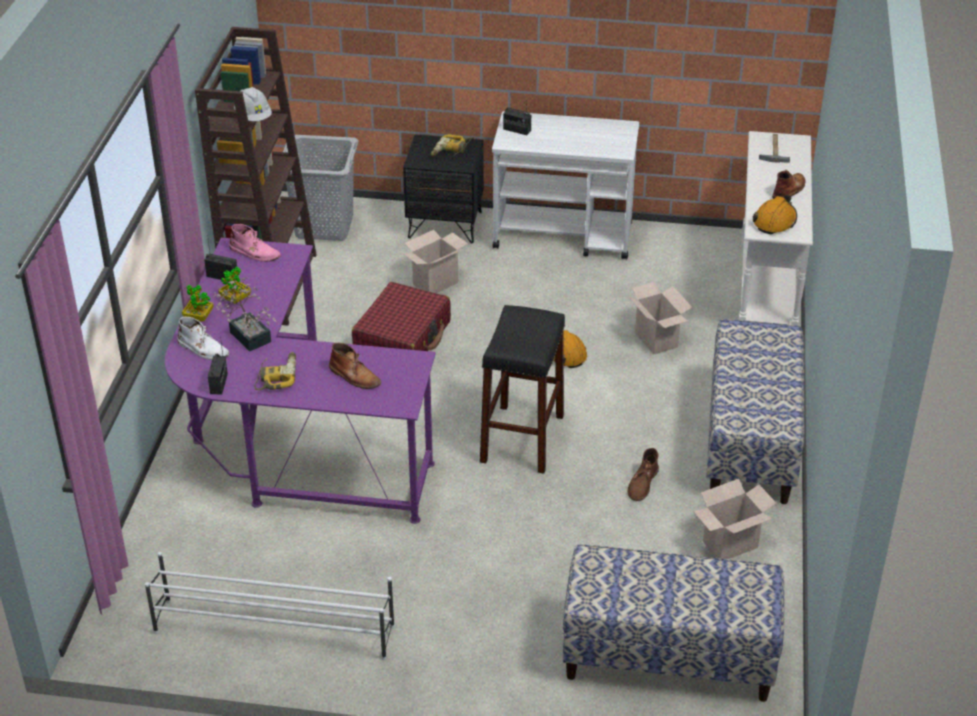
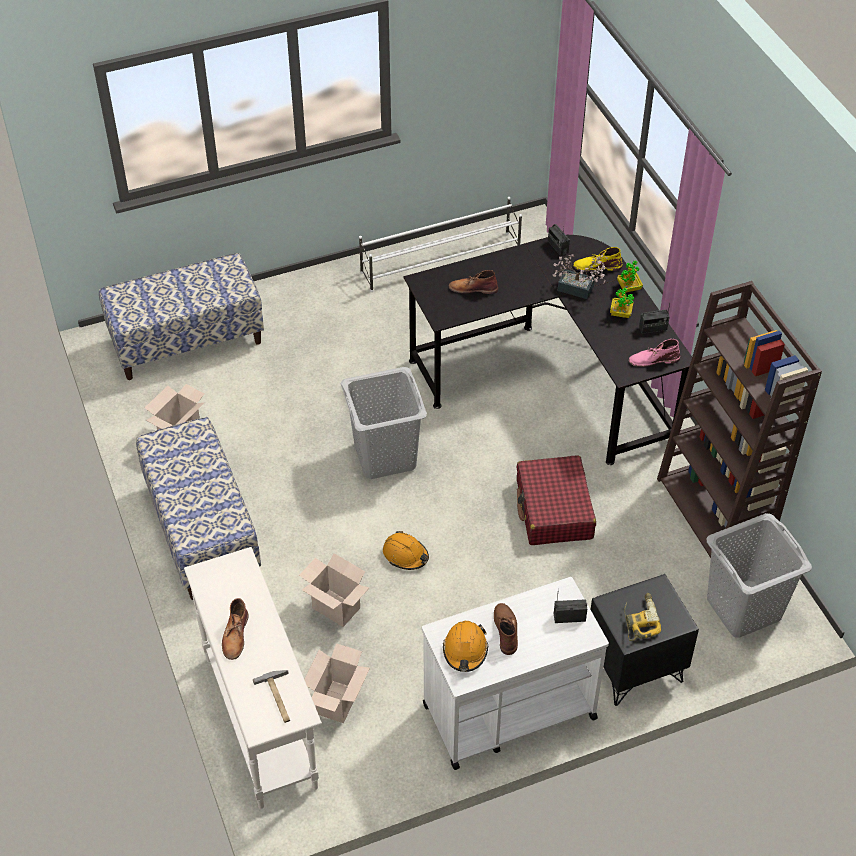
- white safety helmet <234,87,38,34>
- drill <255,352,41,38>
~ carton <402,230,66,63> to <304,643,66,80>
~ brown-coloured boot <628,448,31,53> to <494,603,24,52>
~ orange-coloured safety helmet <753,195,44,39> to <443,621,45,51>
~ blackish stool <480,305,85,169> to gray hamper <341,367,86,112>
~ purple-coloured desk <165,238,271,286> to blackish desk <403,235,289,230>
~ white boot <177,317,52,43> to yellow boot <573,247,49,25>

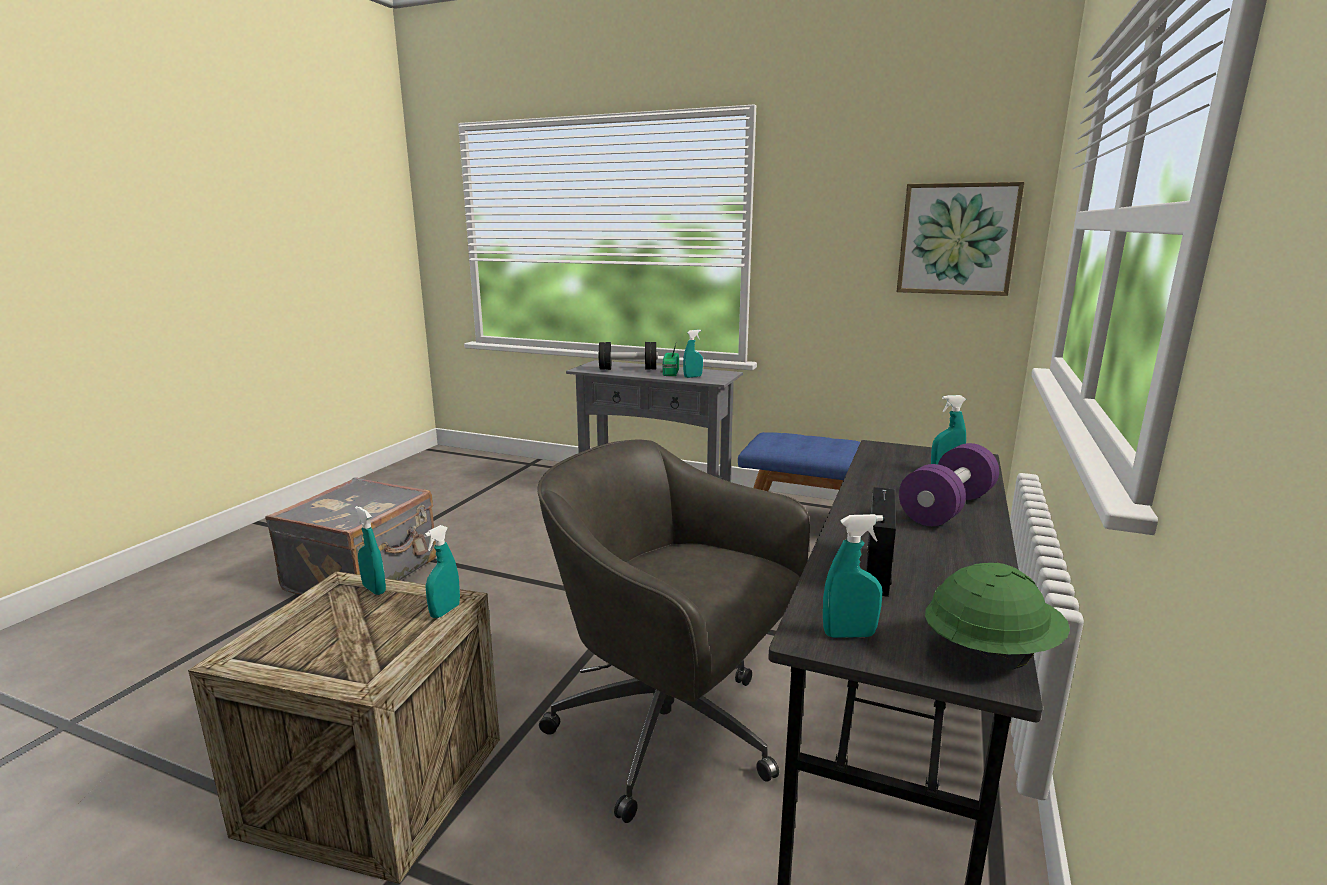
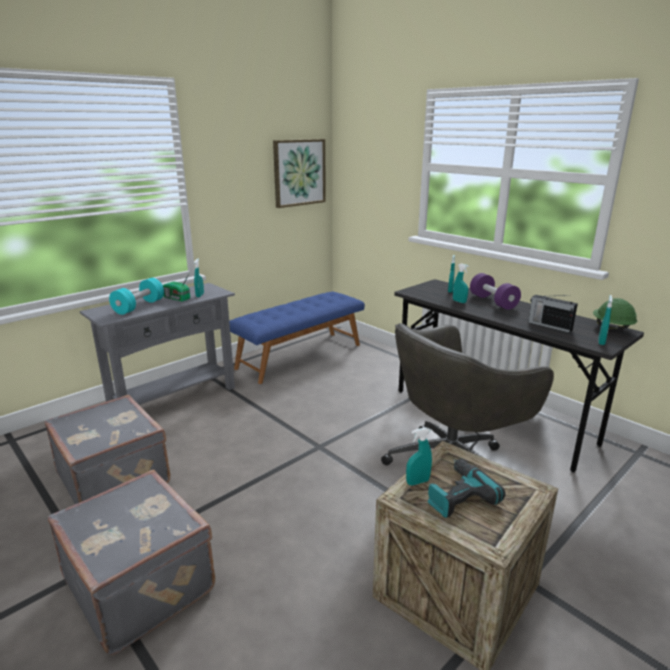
+ gray piece of luggage <45,395,125,109>
+ drill <427,459,78,59>
~ blue-green hand sprayer <424,525,36,93> to <453,264,16,39>
~ blackish dumbbell <598,342,60,28> to blue-green dumbbell <109,278,55,37>

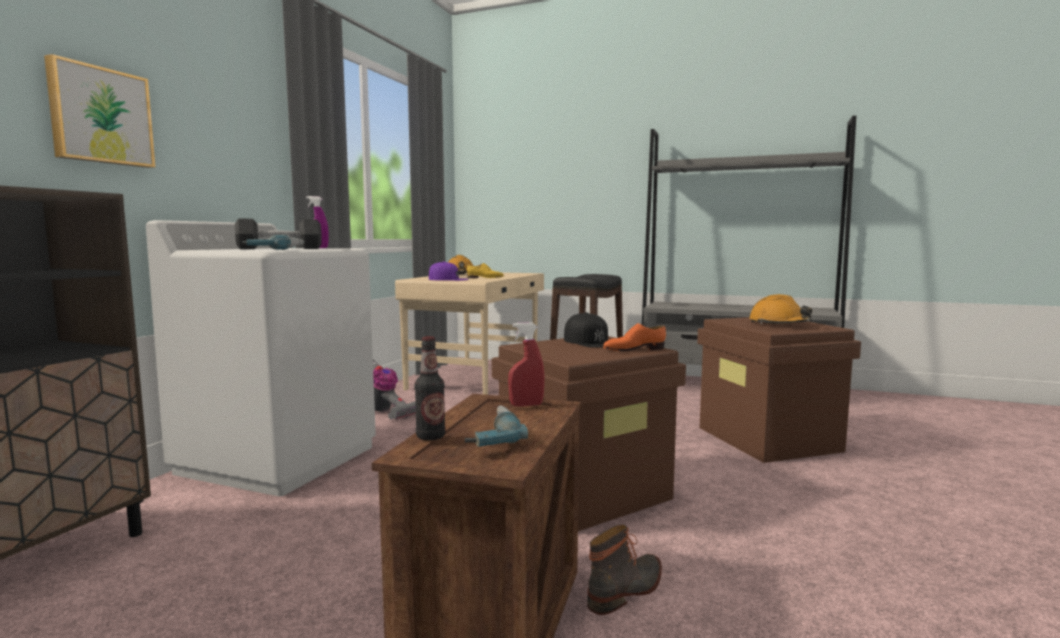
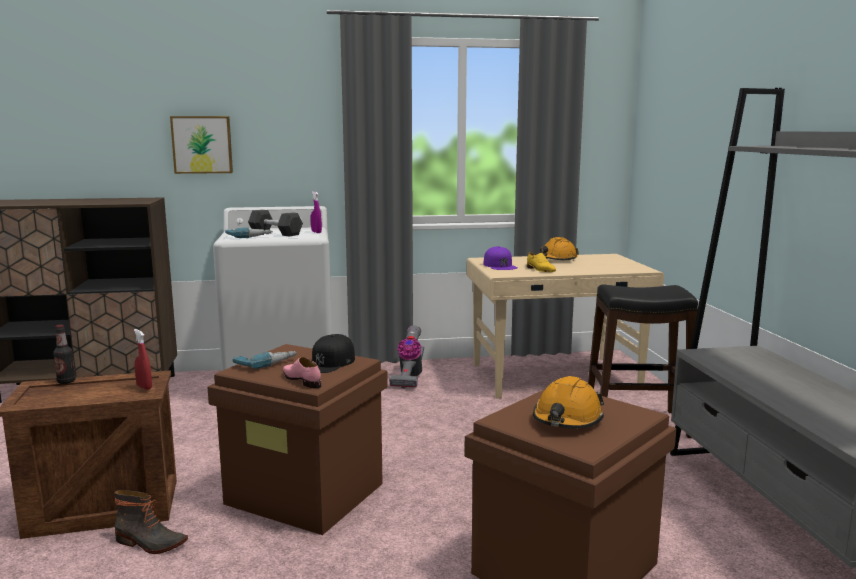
~ drill <465,406,63,41> to <232,351,65,18>
~ orange-coloured item of footwear <603,323,63,29> to pinkish item of footwear <283,357,38,31>

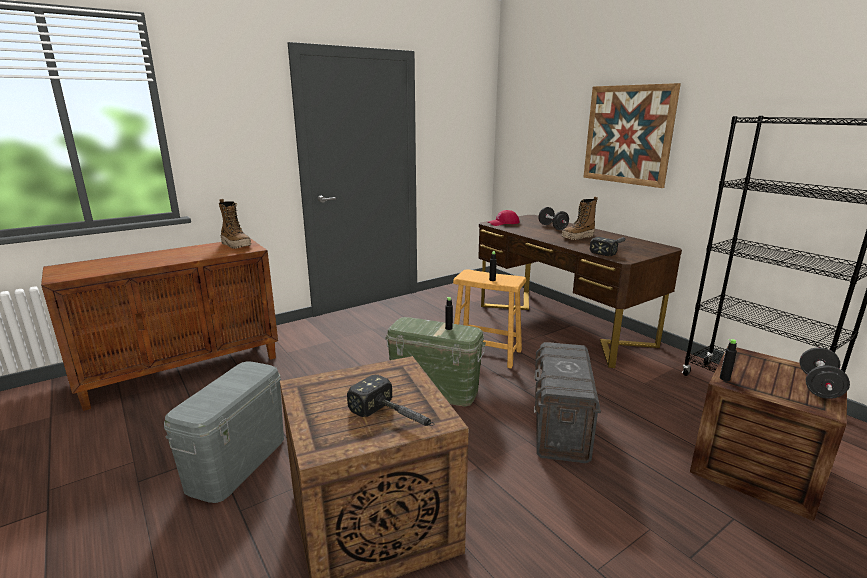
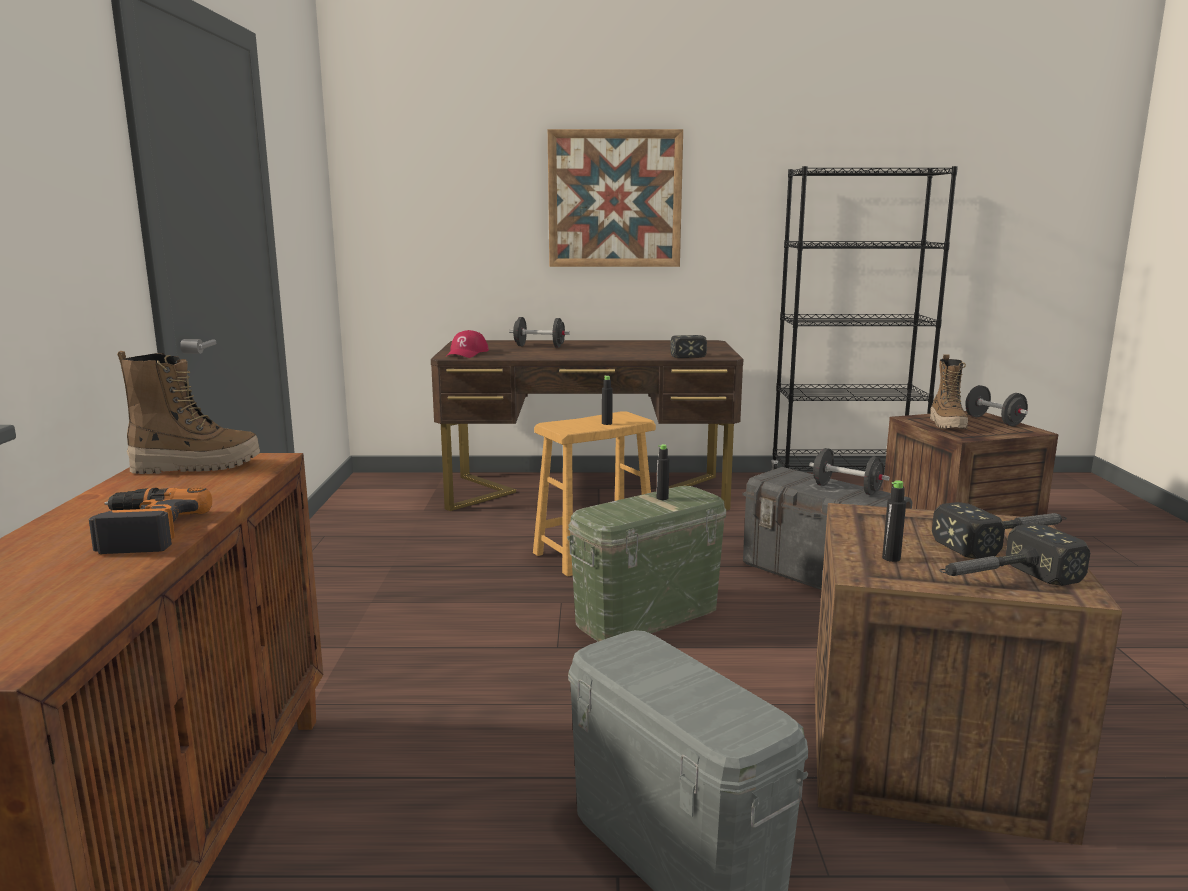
+ drill <89,488,123,66>
+ blackish dumbbell <809,448,81,47>
+ hand hammer <939,523,151,63>
~ boot <561,197,37,43> to <930,354,38,75>
~ blackish beverage bottle <720,339,17,42> to <882,480,24,82>

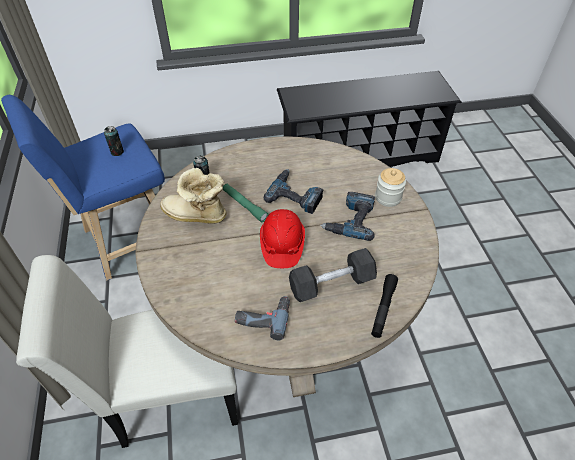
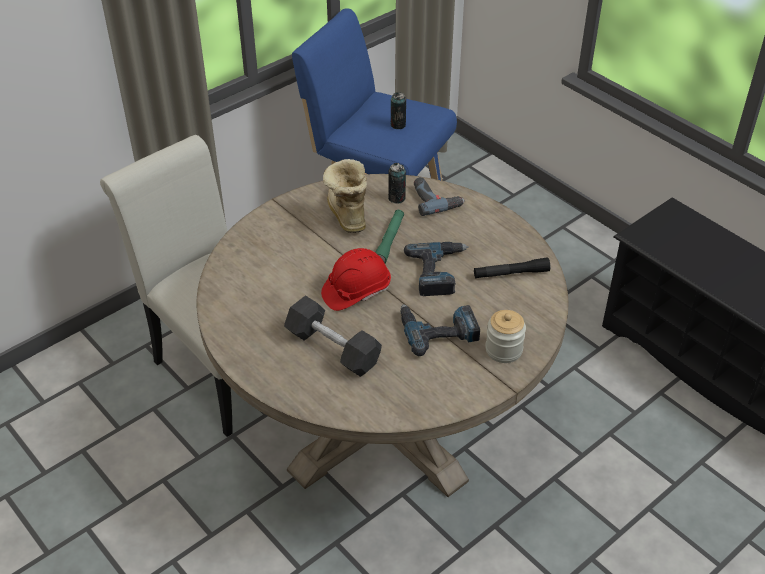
~ drill <235,296,55,44> to <414,177,51,39>
~ blackish torch <371,274,27,64> to <474,257,76,21>

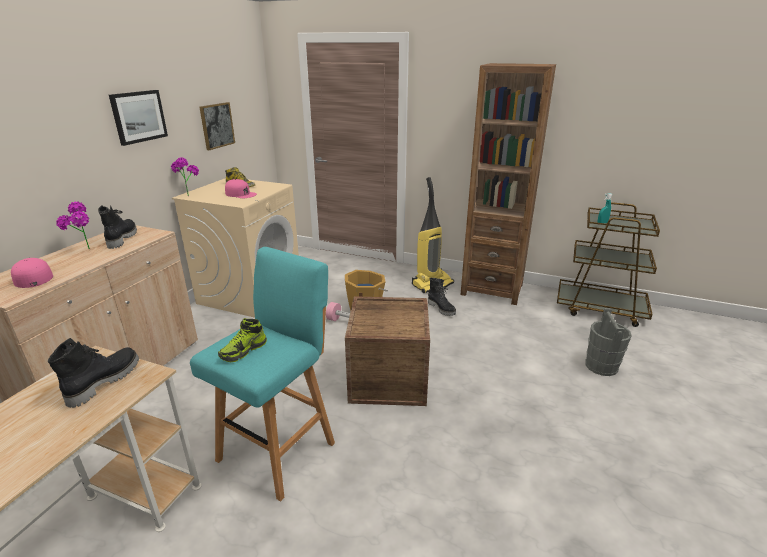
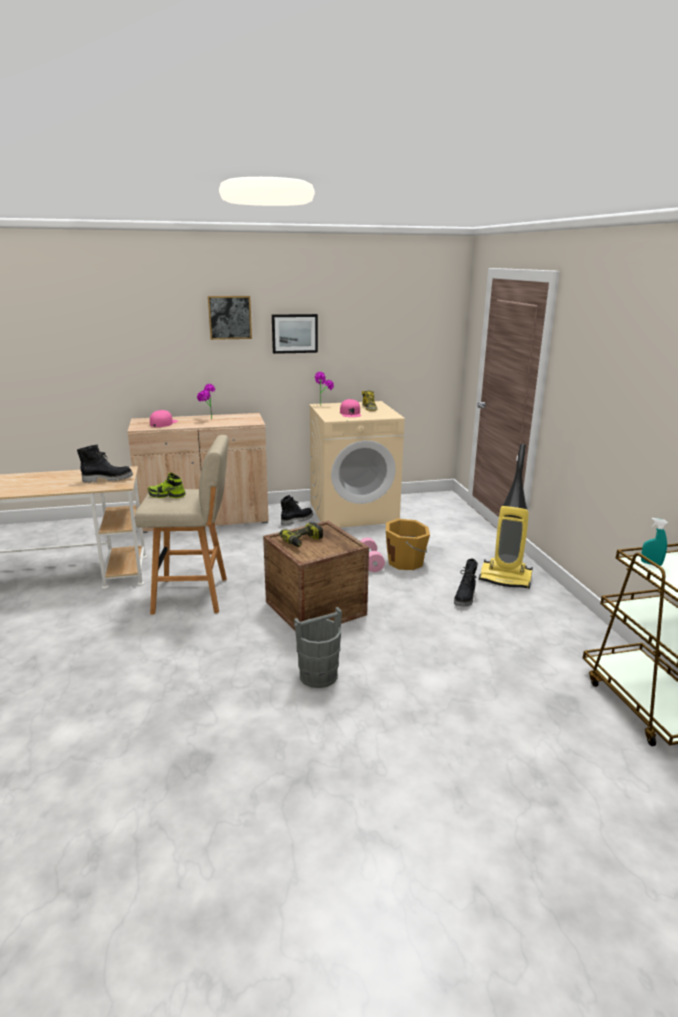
- brown-coloured bookshelf <461,63,95,242>
+ drill <279,522,44,25>
~ blackish boot <98,205,39,44> to <281,495,32,31>
~ picture <200,102,35,48> to <208,296,44,44>
~ gray pail <585,308,47,68> to <294,607,48,81>
~ blue-green stool <190,247,145,254> to beige stool <135,435,94,179>

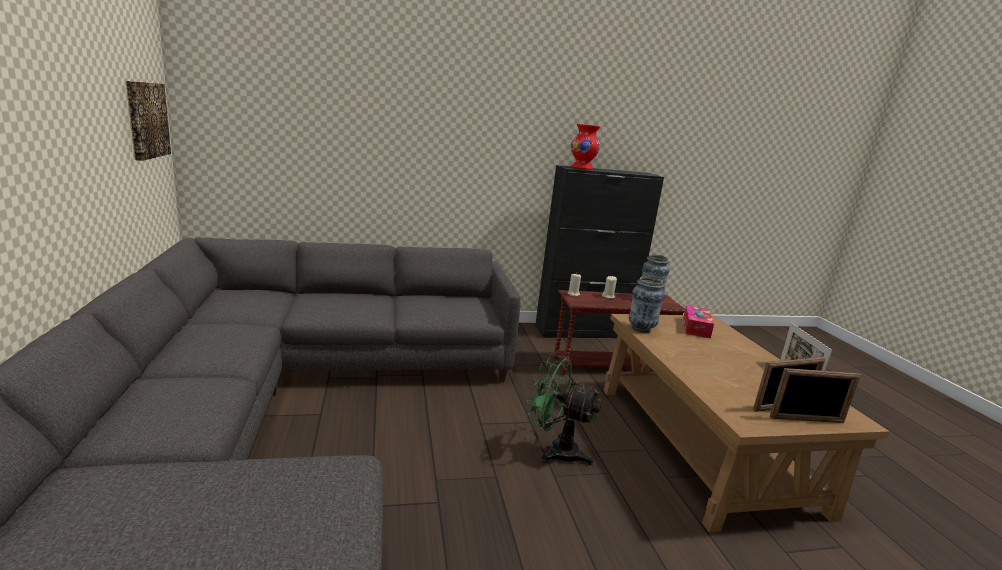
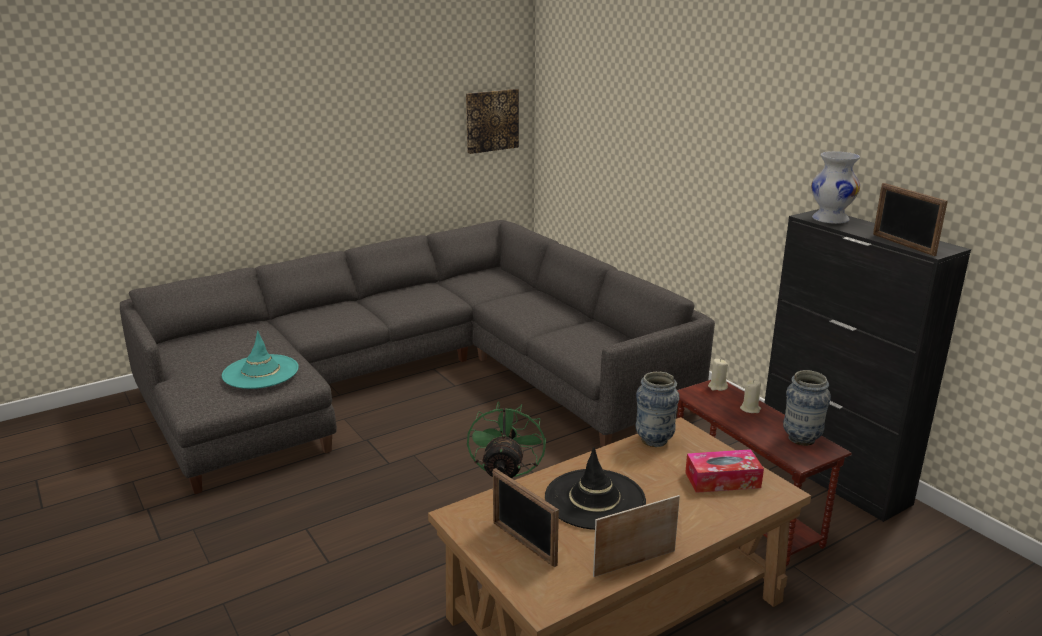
+ blue-green wearable hat <222,331,77,58>
+ blackish wearable hat <545,447,101,83>
~ photo frame <770,368,91,55> to <873,183,75,73>
~ reddish decorative vase <571,124,29,46> to white decorative vase <811,151,49,73>

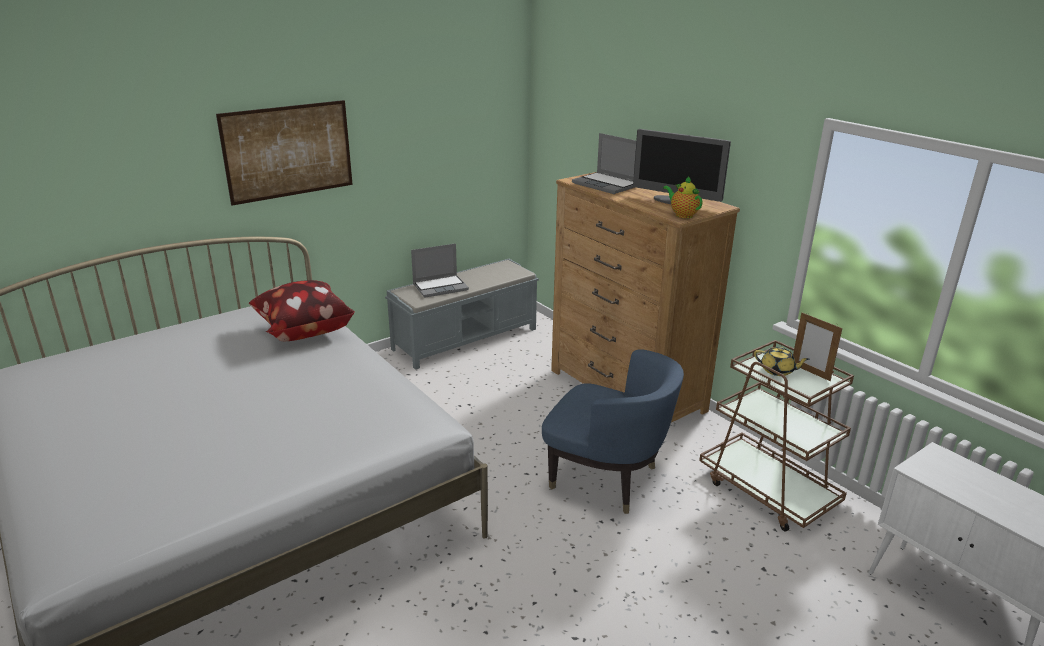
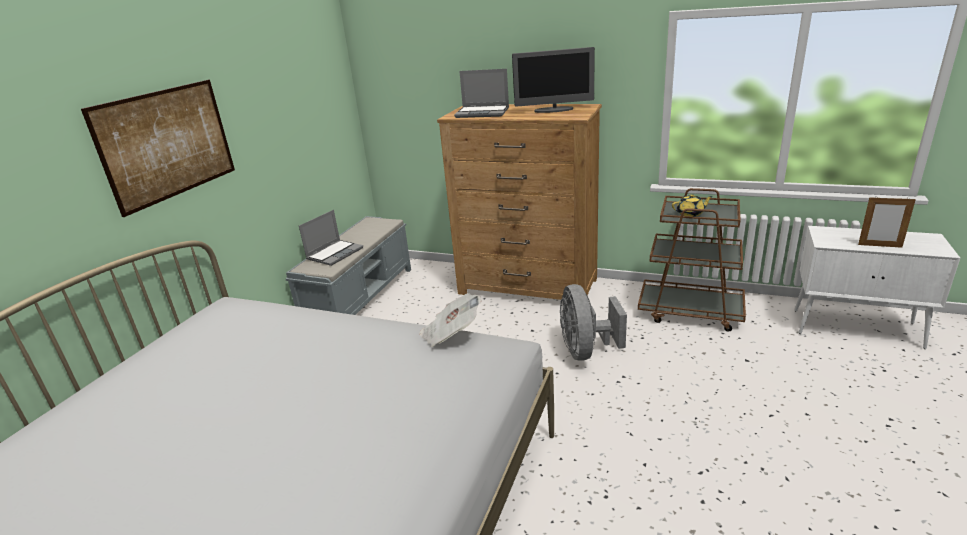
- throw pillow <249,280,106,61>
- teapot <663,176,39,42>
+ printed paper <419,293,63,54>
~ photo frame <793,312,49,69> to <858,197,58,51>
~ blue-coloured lounge chair <542,349,142,165> to gray cooling fan <560,284,67,77>

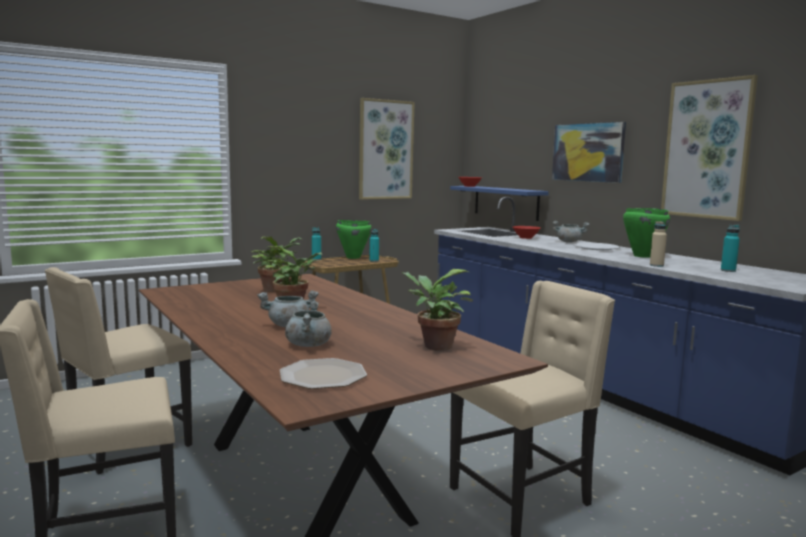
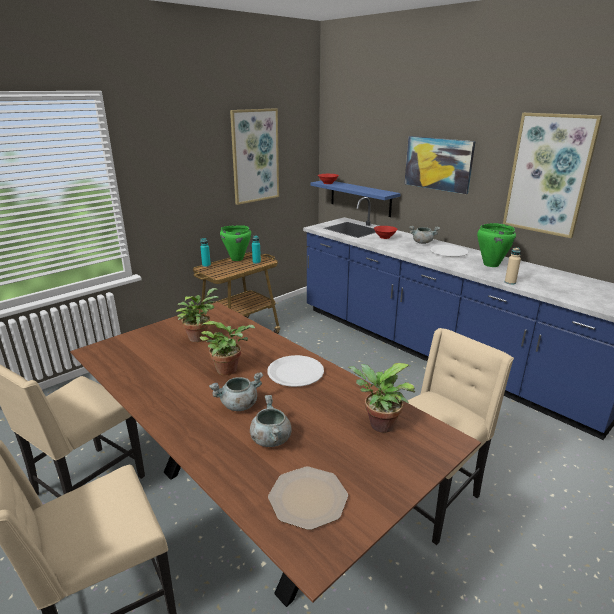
- blue-green beverage bottle <721,225,19,47>
+ white flat dish <267,355,57,32>

